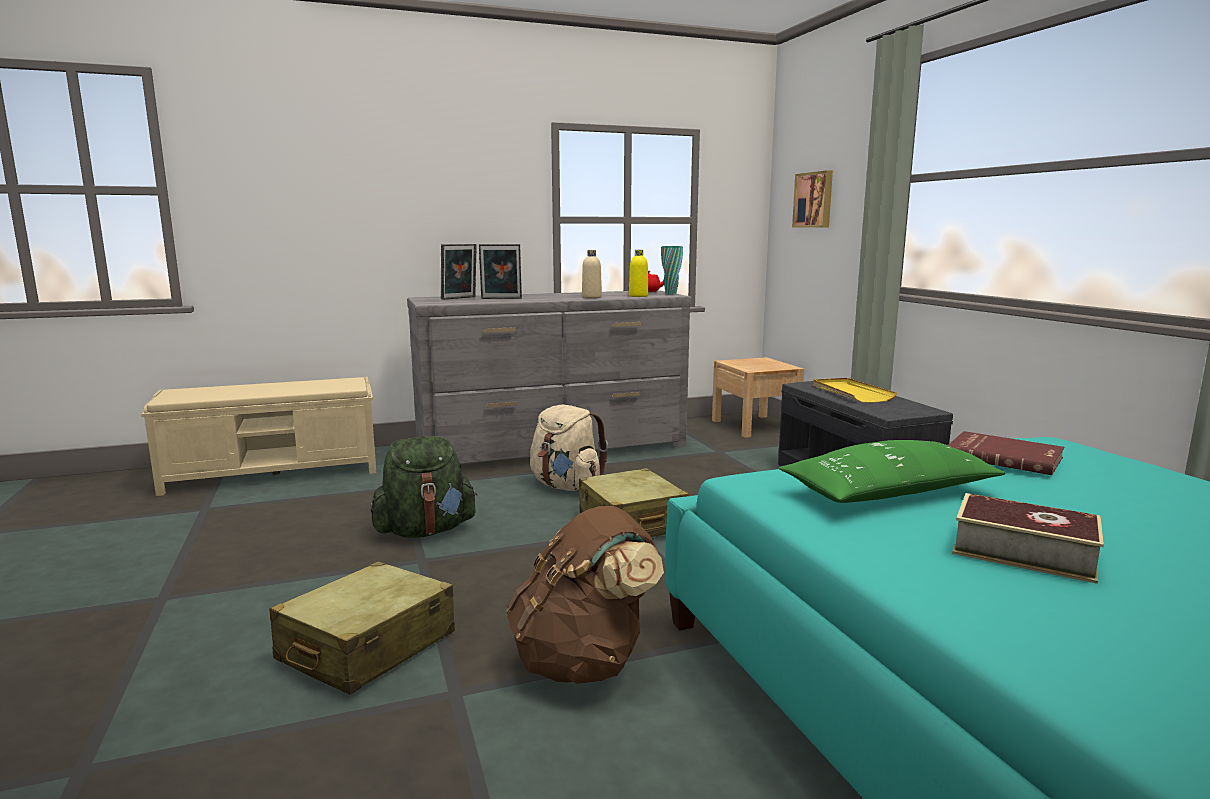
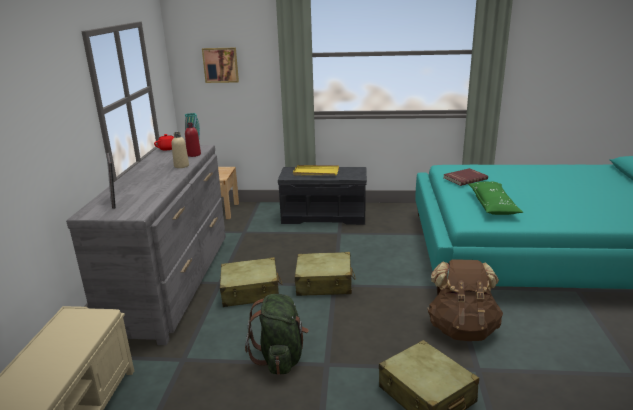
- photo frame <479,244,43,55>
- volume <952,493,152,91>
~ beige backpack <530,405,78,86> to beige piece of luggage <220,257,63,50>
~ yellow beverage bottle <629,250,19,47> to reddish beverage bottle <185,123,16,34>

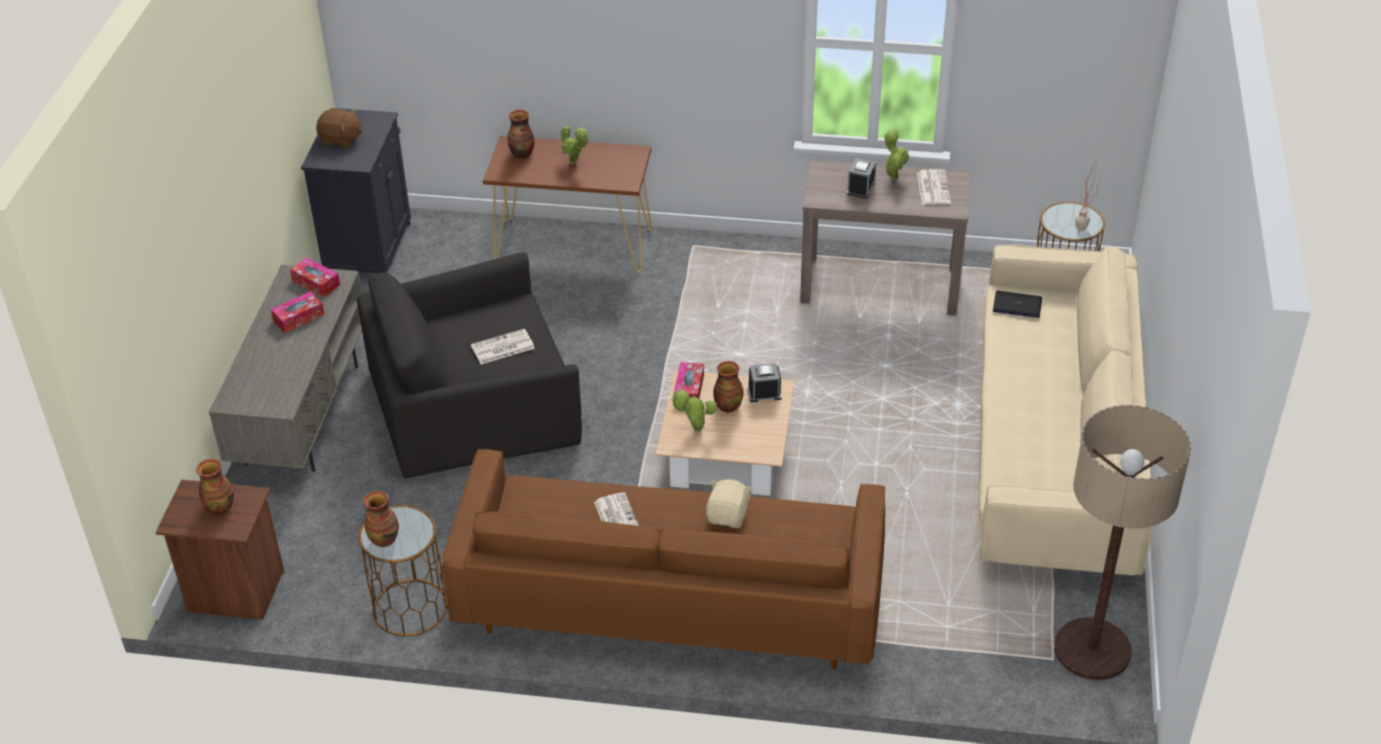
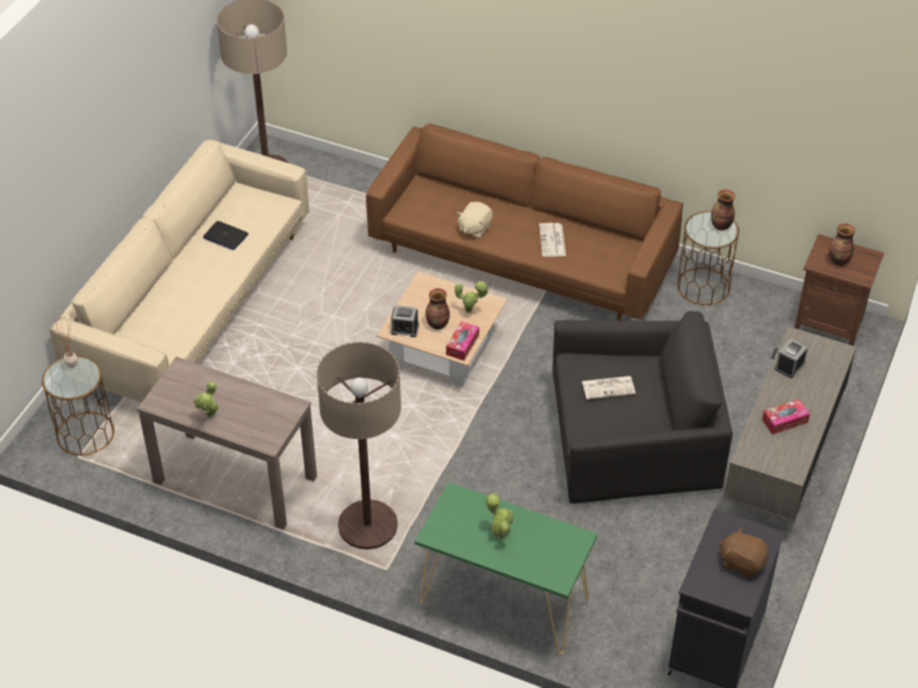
- tissue box <290,258,50,39>
- decorative vase <507,110,27,49>
- printed paper <917,169,34,36>
+ standing lamp <316,342,85,207>
~ alarm clock <847,158,30,41> to <775,339,33,39>
~ notebook computer <993,291,49,27> to <203,221,45,29>
~ brown-coloured narrow table <483,136,169,137> to green narrow table <415,482,183,172>

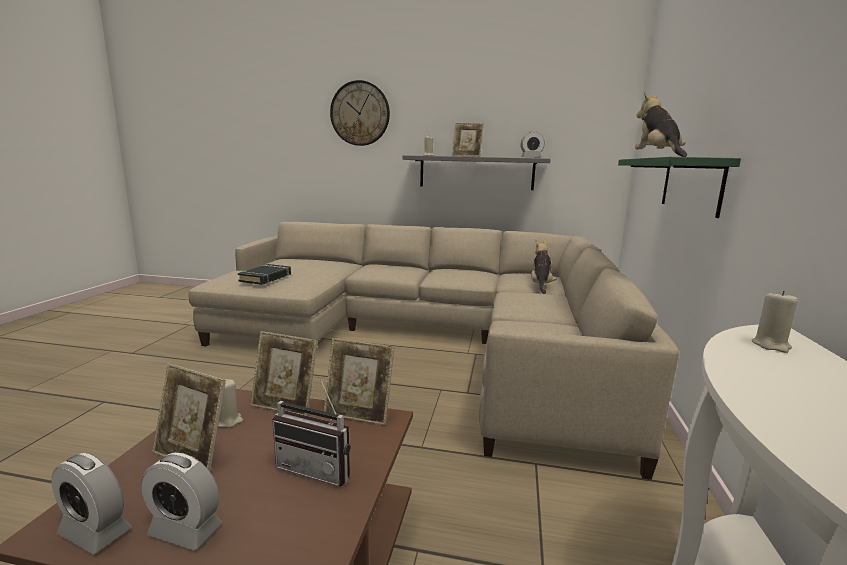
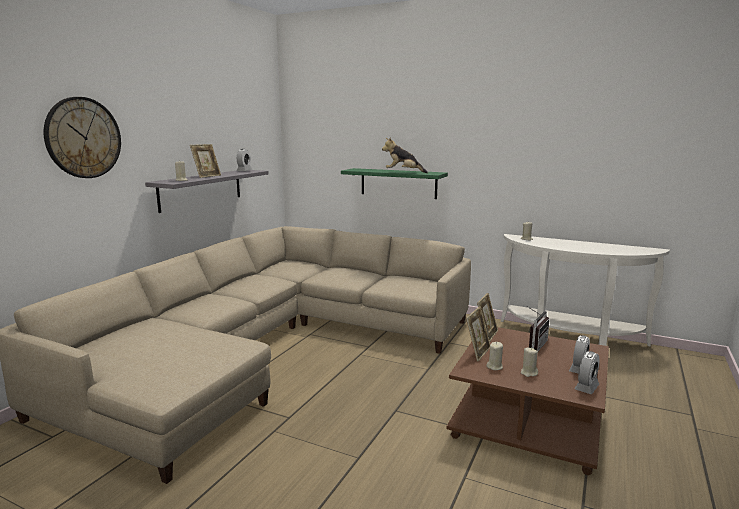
- blackish volume <238,264,53,21>
- cuddly toy <531,240,26,54>
~ photo frame <152,363,74,109> to beige wax light <521,348,17,29>

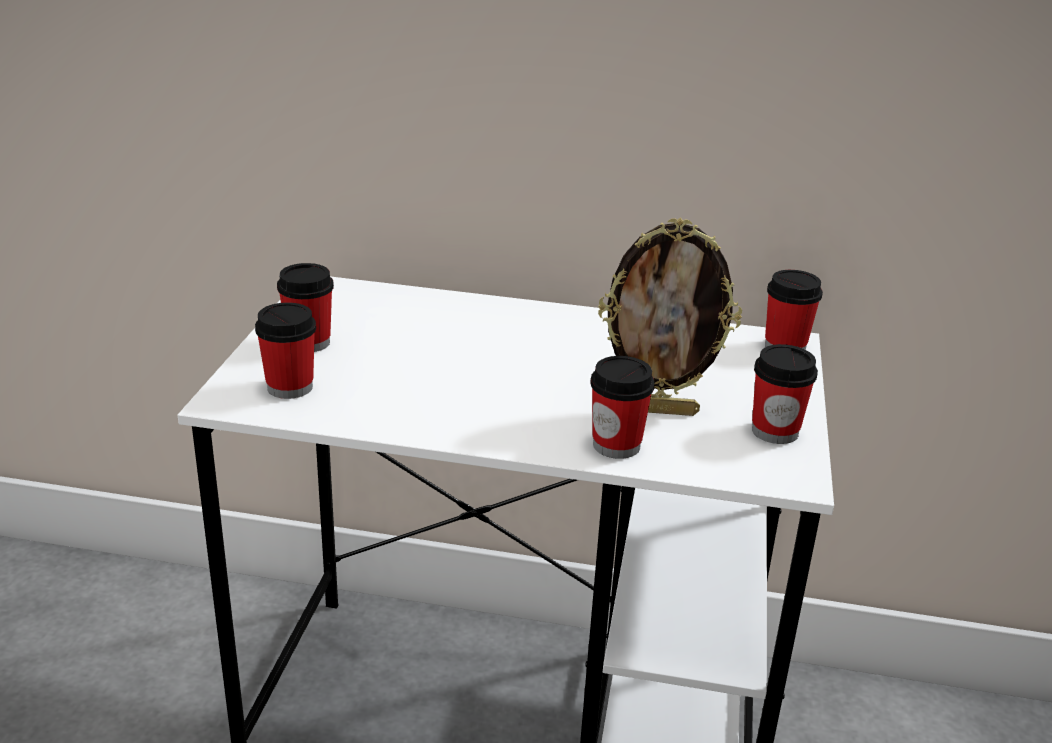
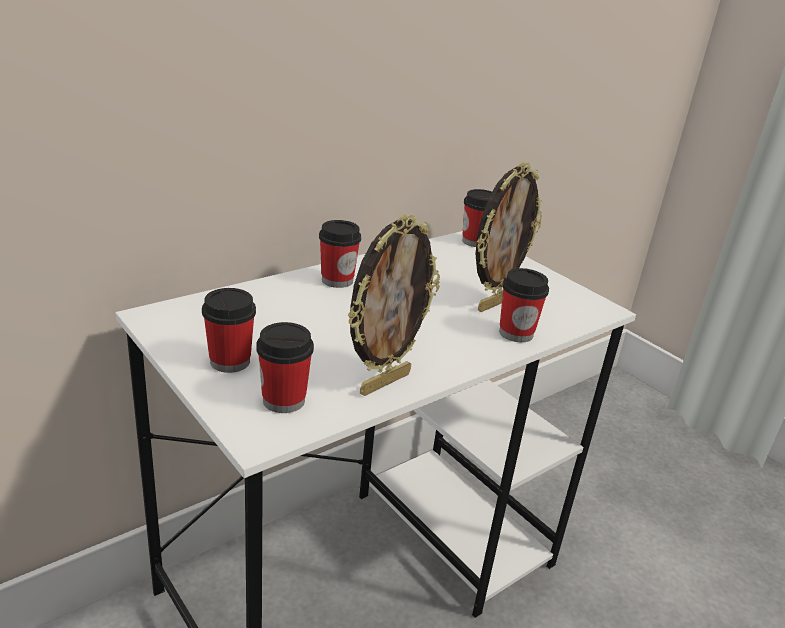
+ photo frame <347,214,93,182>
~ cup <752,344,66,100> to <319,220,42,68>

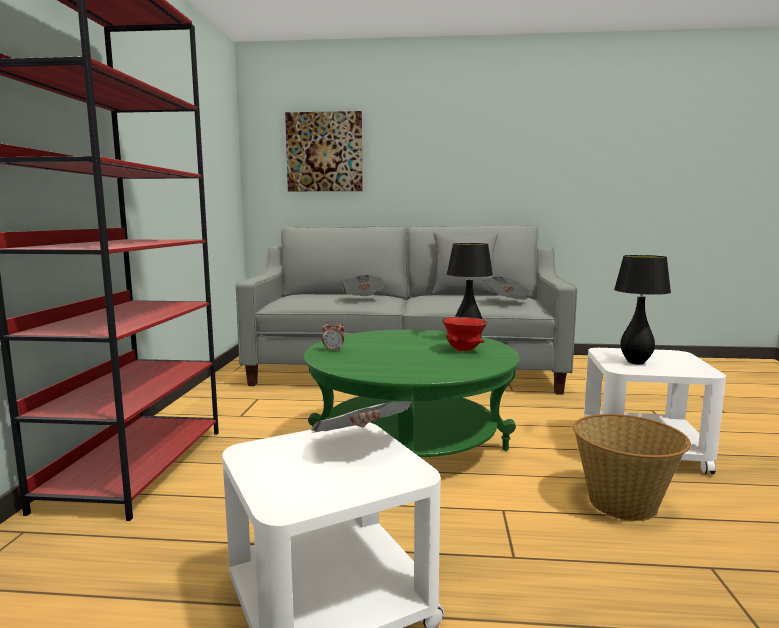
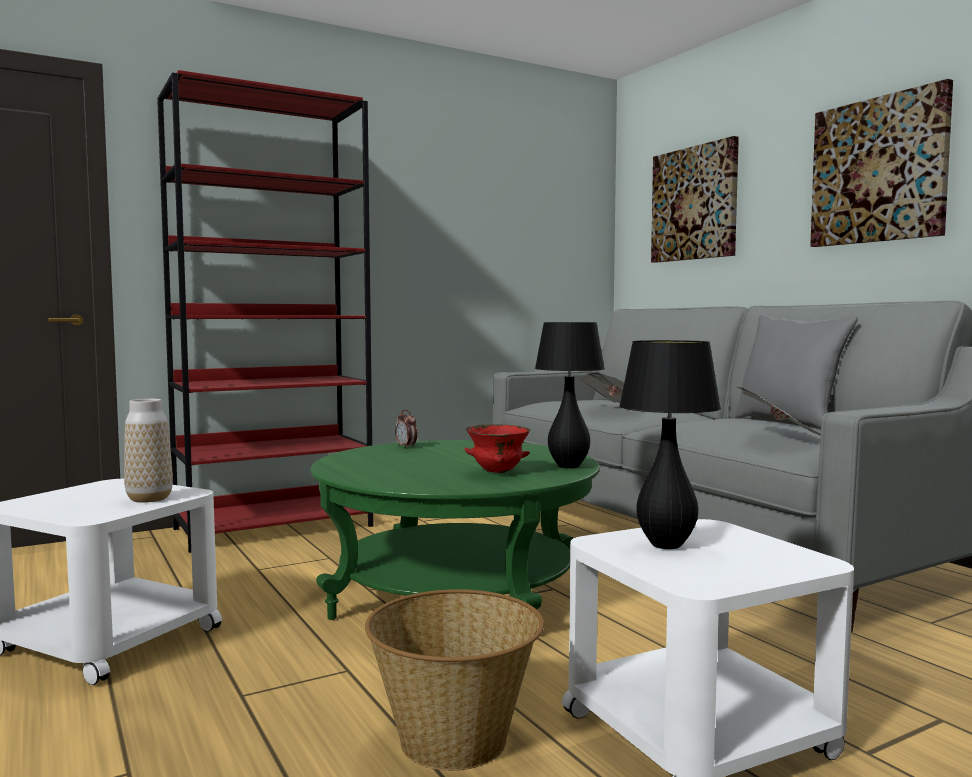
+ picture <810,79,143,168>
~ printed paper <311,401,101,31> to decorative vase <124,399,49,104>

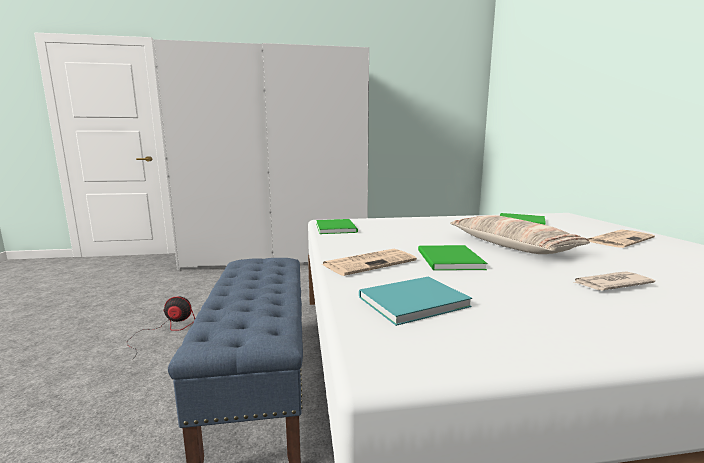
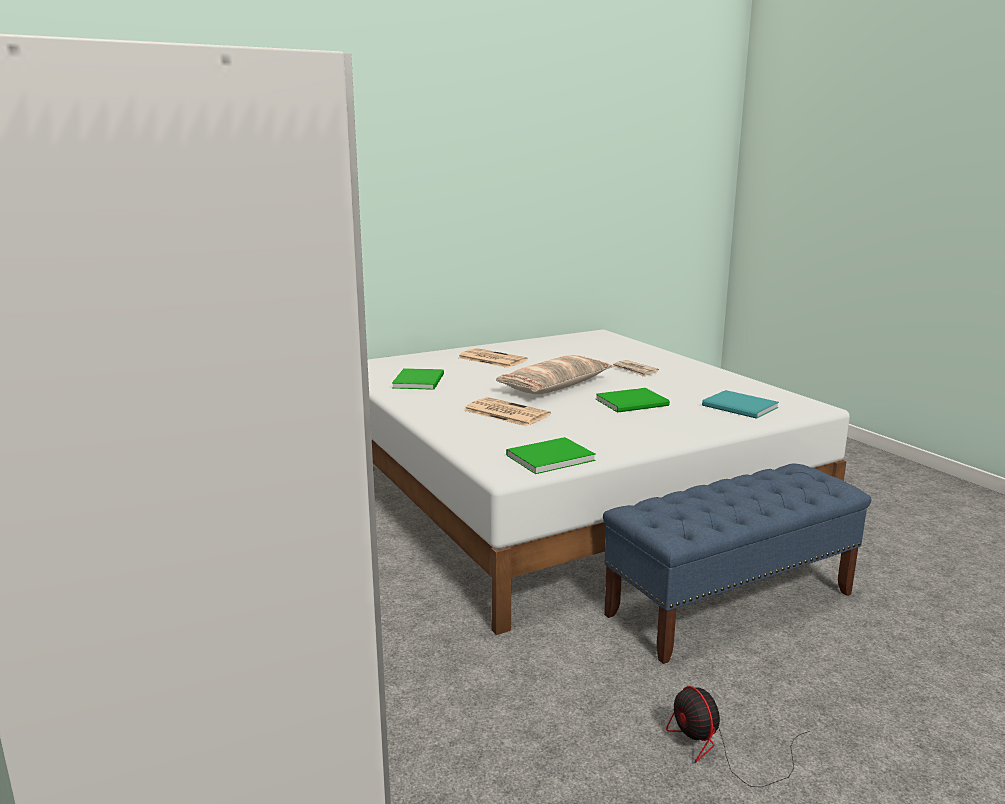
~ printed paper <322,249,95,27> to <464,397,87,30>

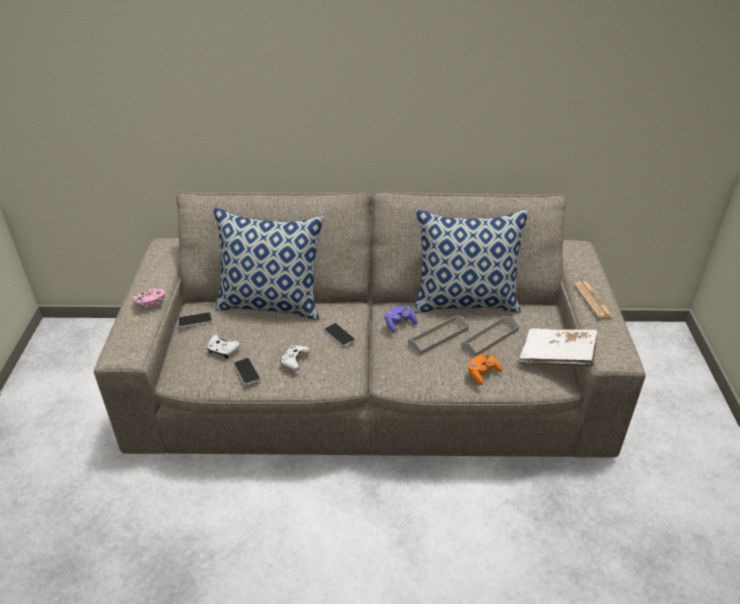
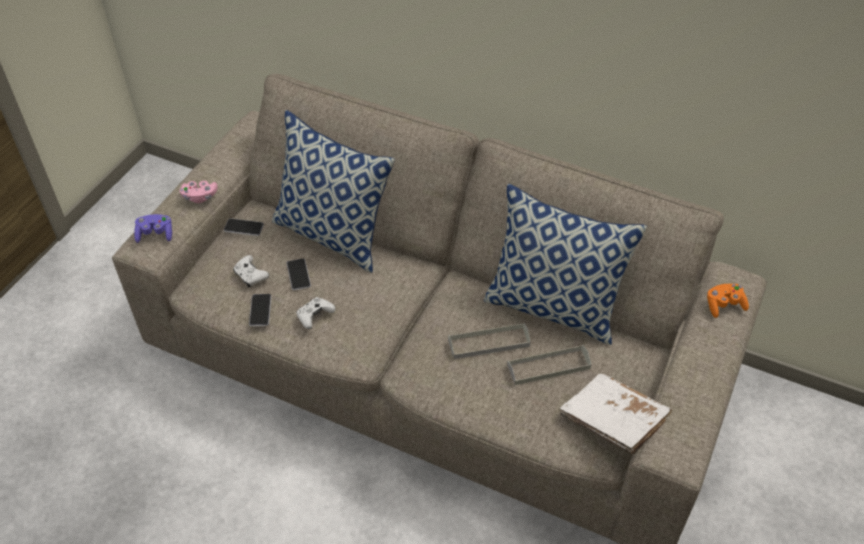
- printed paper <574,281,39,38>
~ handset <324,323,31,24> to <286,258,25,32>
~ purple-coloured gamepad <384,305,33,28> to <134,214,38,29>
~ orange-coloured gamepad <468,353,34,32> to <707,284,42,34>

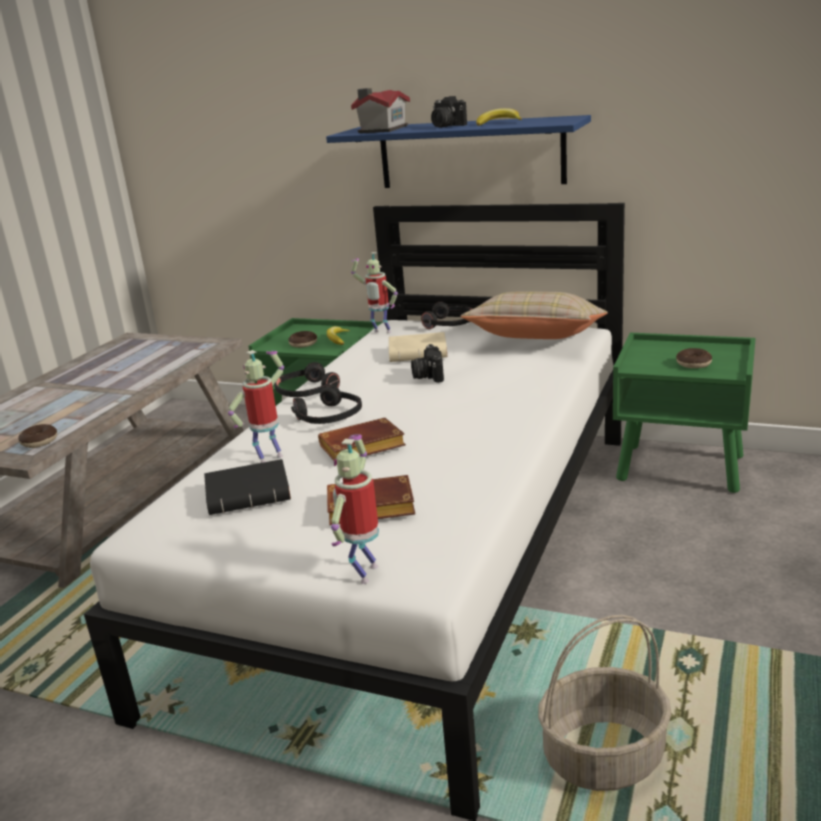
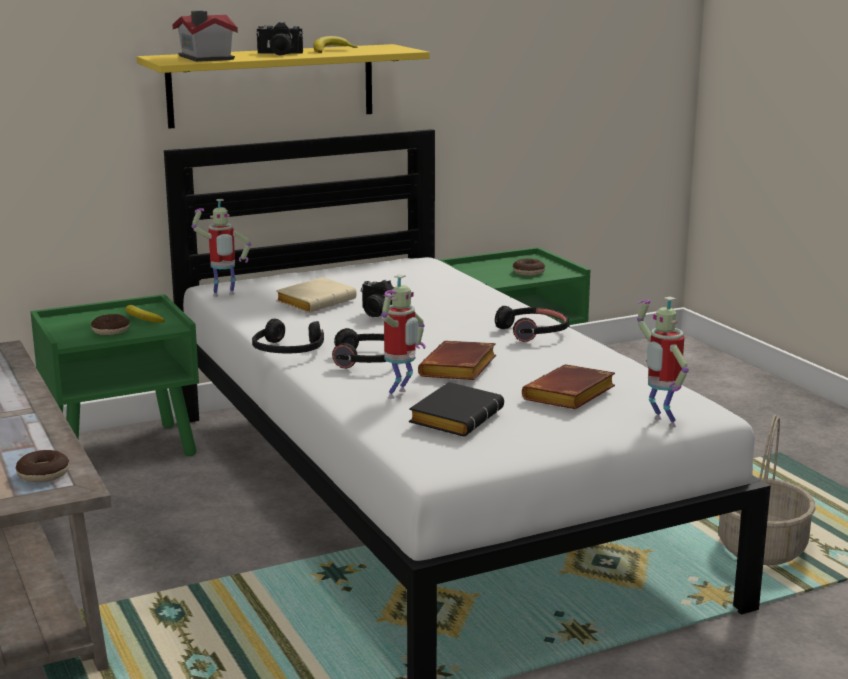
- beige throw pillow <461,291,147,48>
~ blackish headset <421,301,53,28> to <495,306,74,36>
~ blue-coloured wall shelf <326,115,265,73> to yellow wall shelf <137,44,293,84>
~ toy robot <228,350,56,113> = <381,274,45,125> 150 degrees counterclockwise

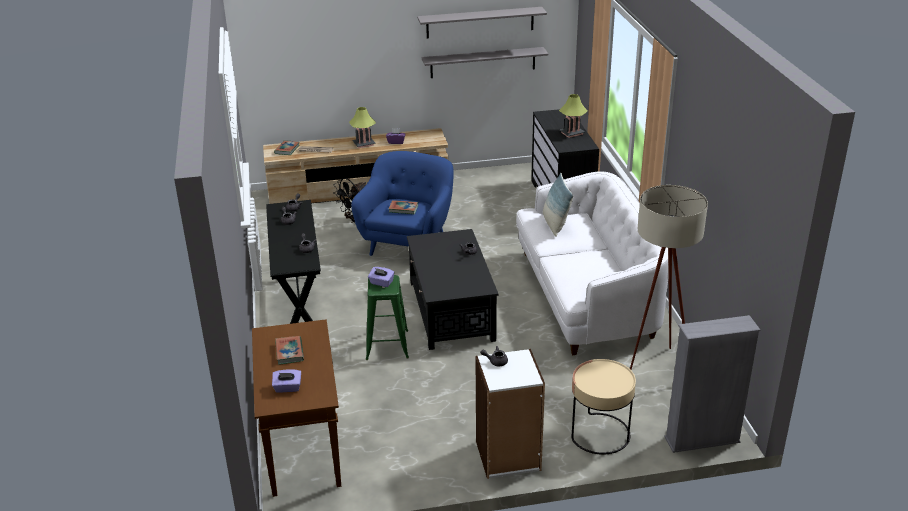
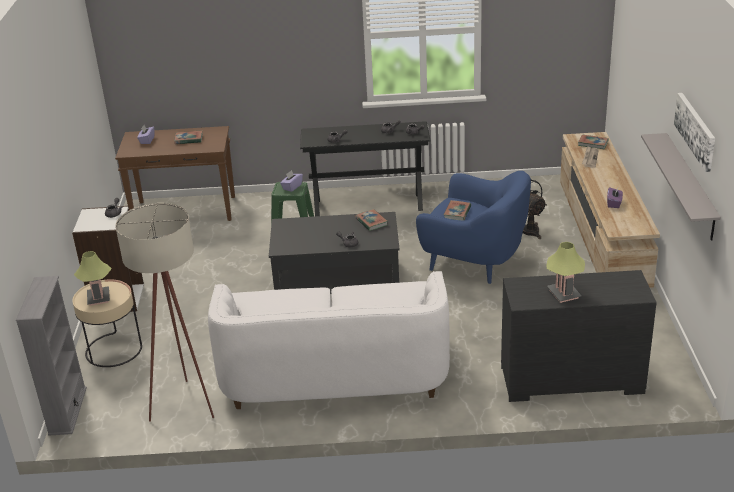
- throw pillow <543,173,30,64>
+ volume <355,209,33,22>
~ table lamp <349,107,27,41> to <74,251,38,55>
~ gray wall shelf <417,7,130,32> to picture <674,93,41,79>

